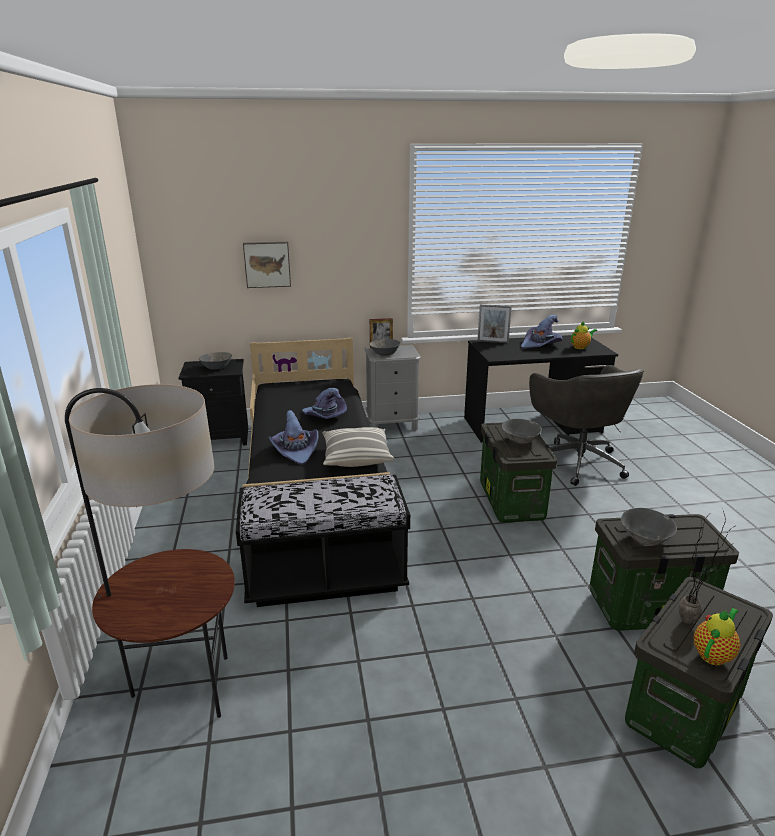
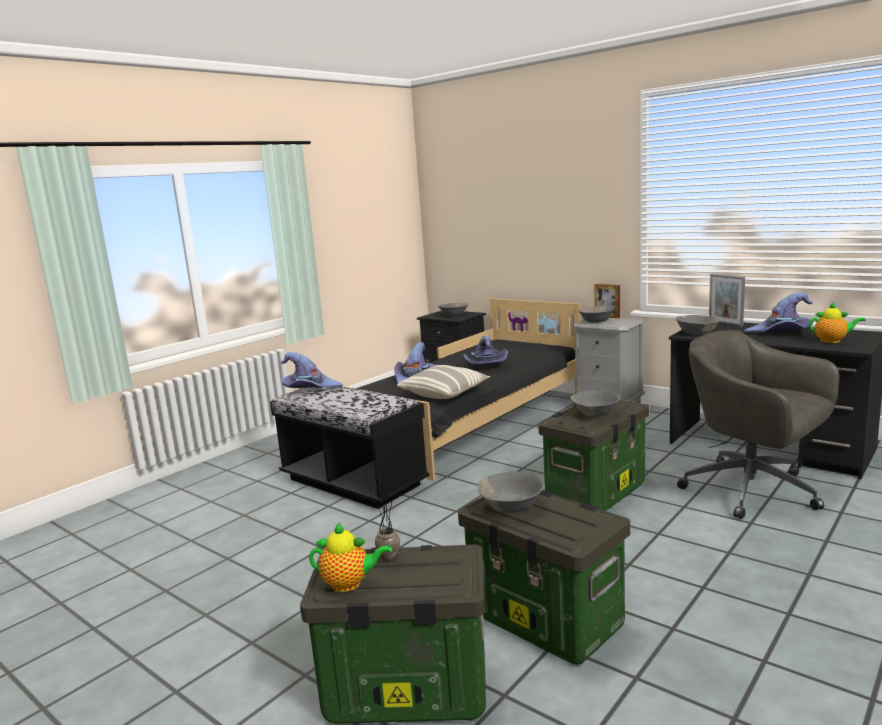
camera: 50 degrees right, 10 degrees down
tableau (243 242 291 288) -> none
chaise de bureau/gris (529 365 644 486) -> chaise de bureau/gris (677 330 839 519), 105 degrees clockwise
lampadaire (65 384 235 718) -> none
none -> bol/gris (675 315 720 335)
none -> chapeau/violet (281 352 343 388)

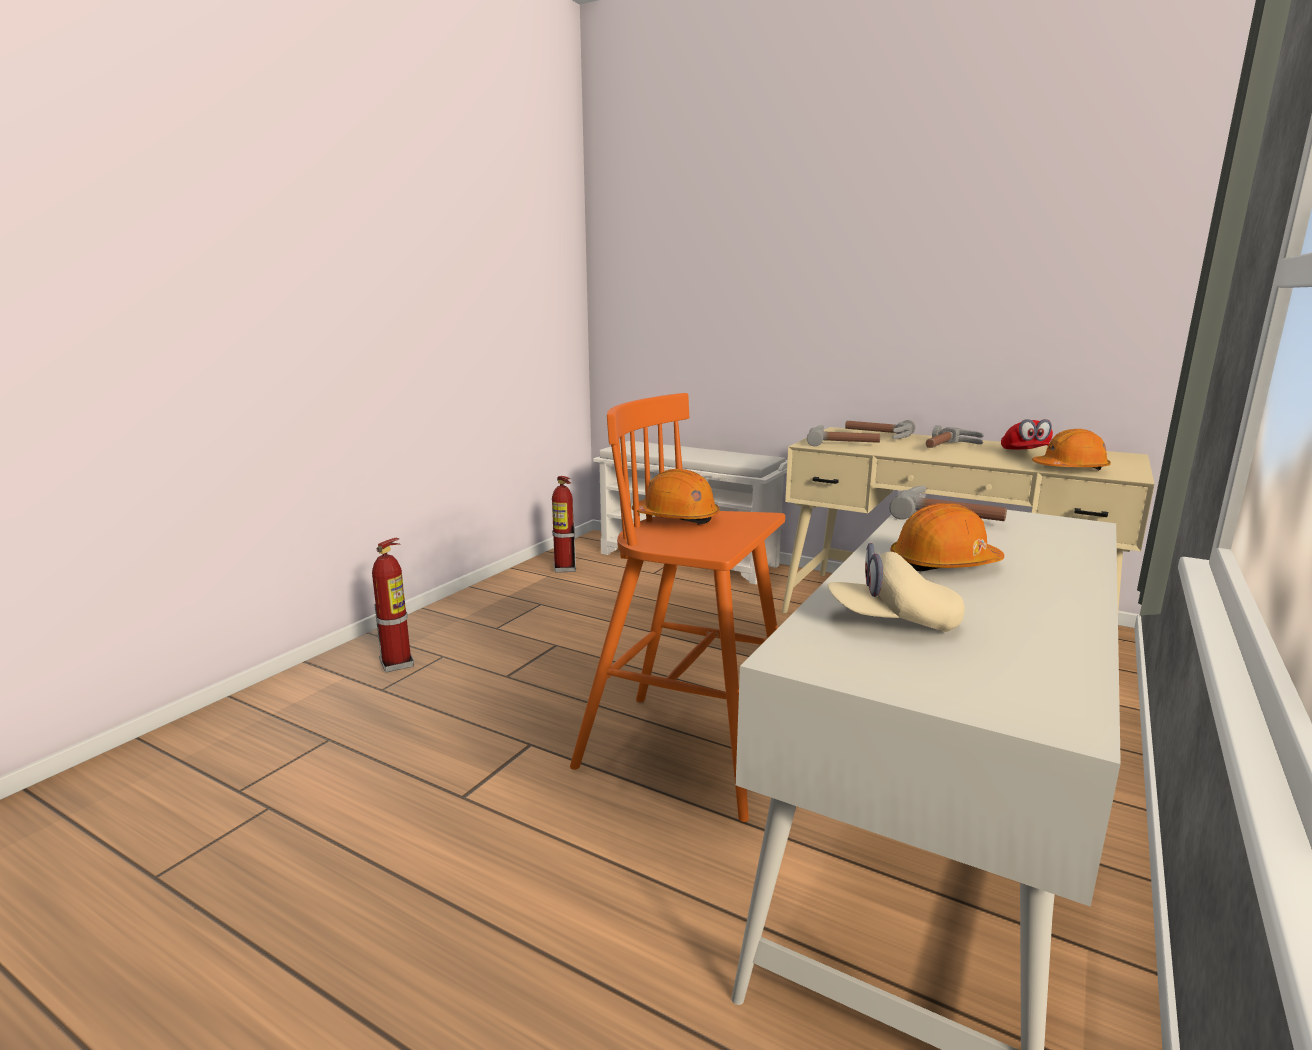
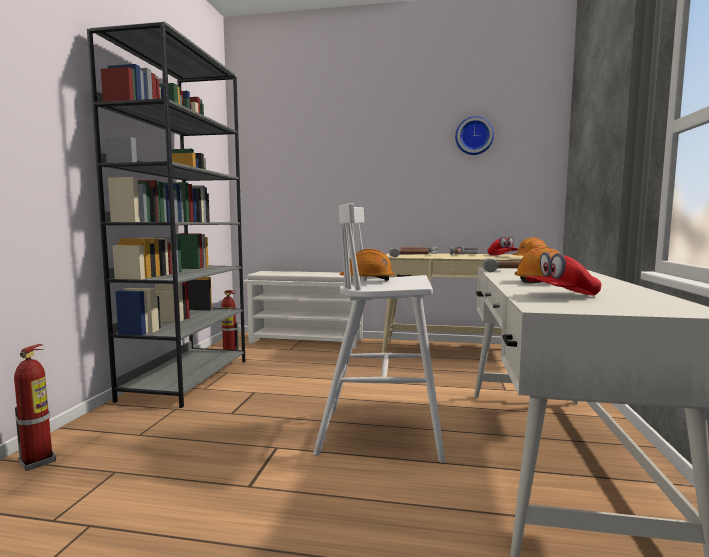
camera: 20 degrees left, 10 degrees down
tabouret/orange (570 393 785 822) -> tabouret/blanc (313 203 445 463)
extincteur (372 538 414 673) -> extincteur (14 344 56 471), relocated
casquette/beige (828 543 964 632) -> casquette/rouge (525 252 601 296)
none -> bibliothèque/gris (87 22 245 408)
none -> horloge murale (455 116 494 155)

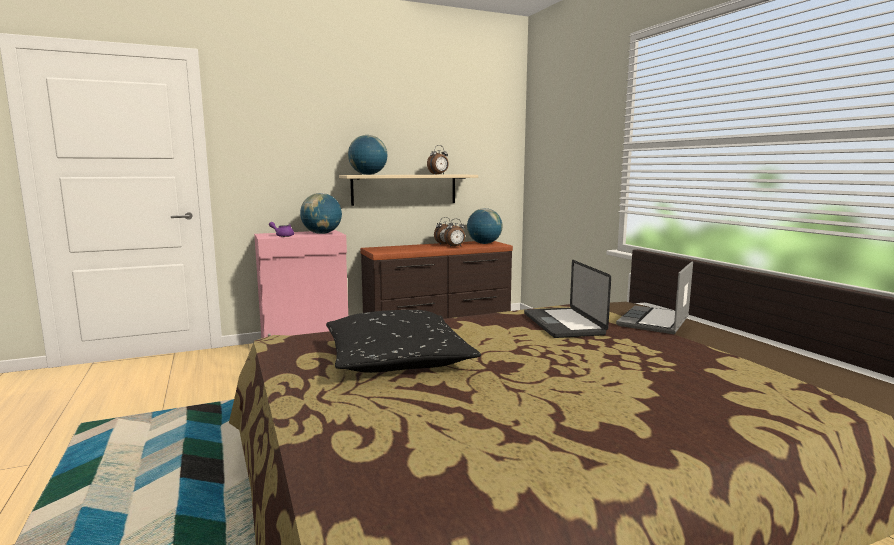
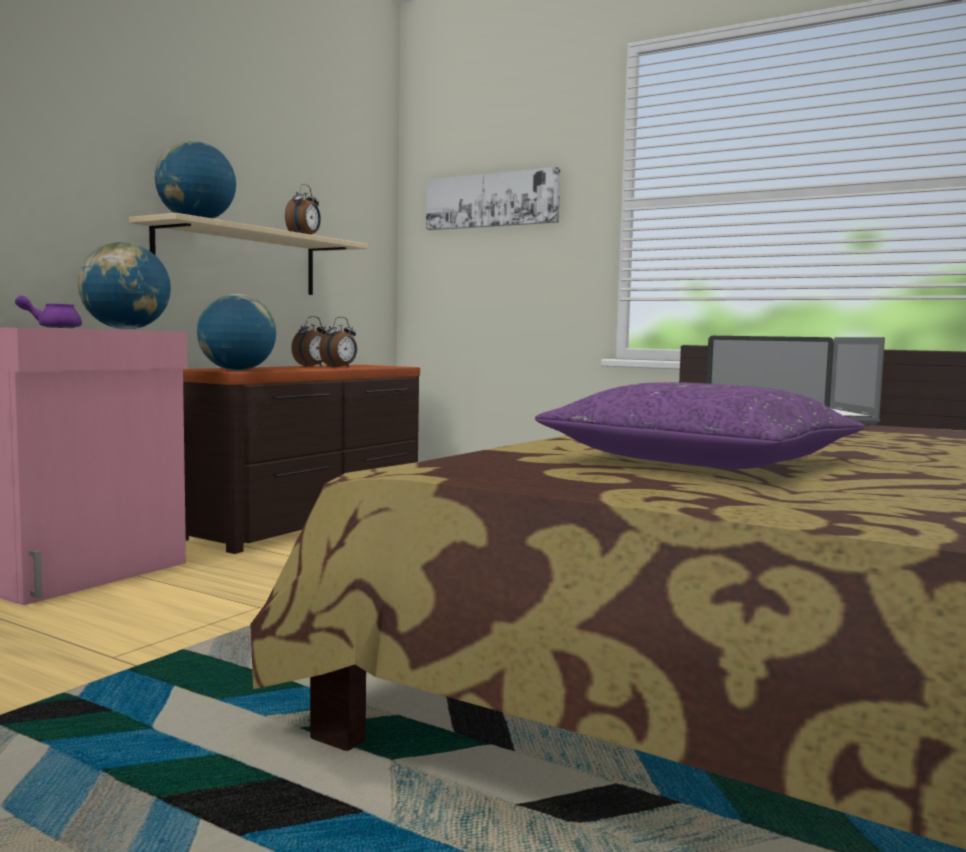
camera: 35 degrees left, 5 degrees down
globe (467 208 503 244) -> globe (197 294 276 371), relocated
coussin/noir (326 310 481 373) -> coussin/violet (535 382 865 469)
none -> tableau (426 167 561 230)

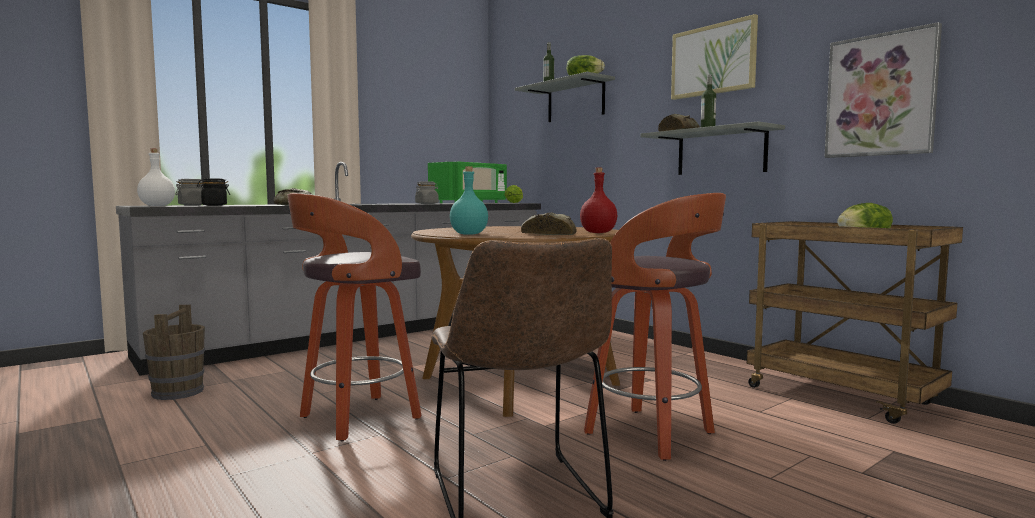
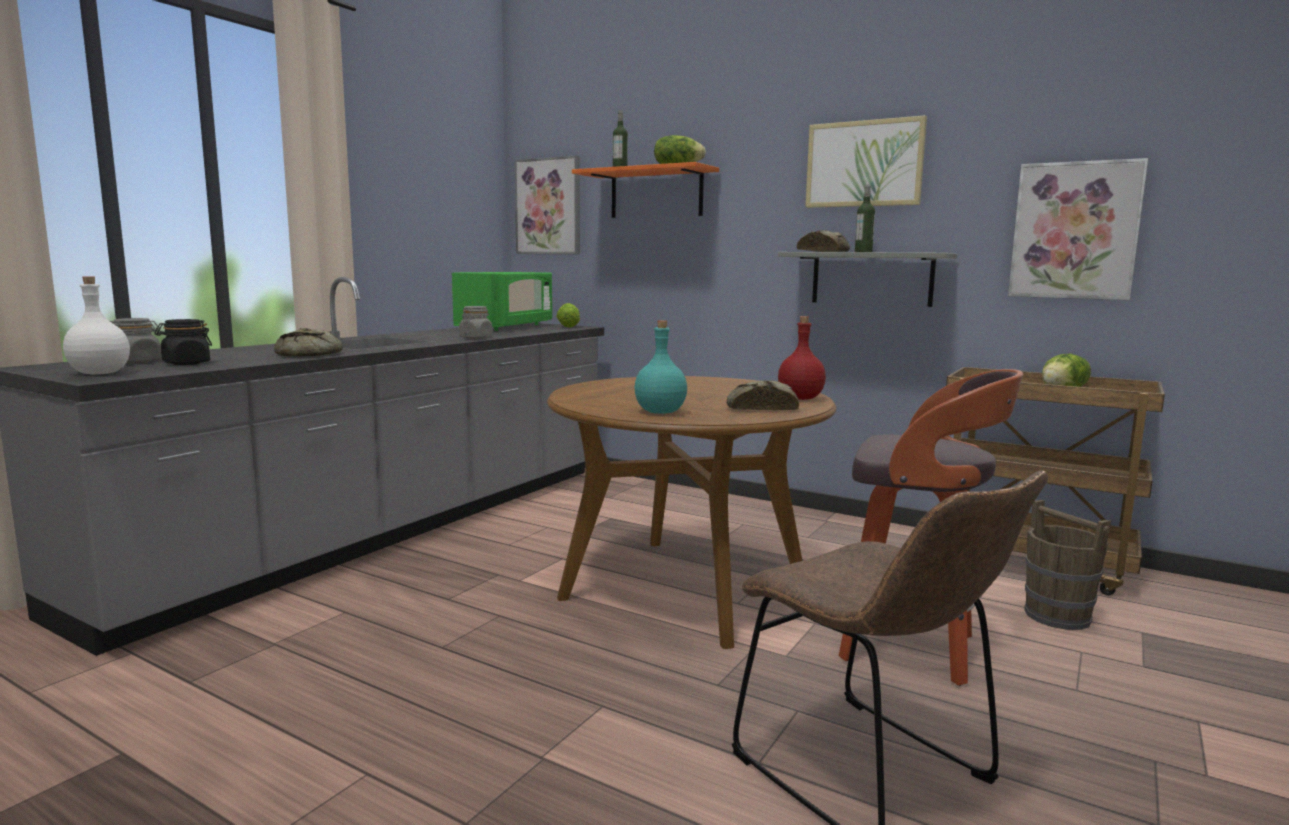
camera: 20 degrees left, 5 degrees up
étagère/gris (515 72 615 122) -> étagère/orange (572 162 719 218)
tabouret (287 193 421 441) -> none
seau/marron (143 304 205 400) -> seau/marron (1024 500 1111 630), relocated
none -> tableau (515 156 580 255)

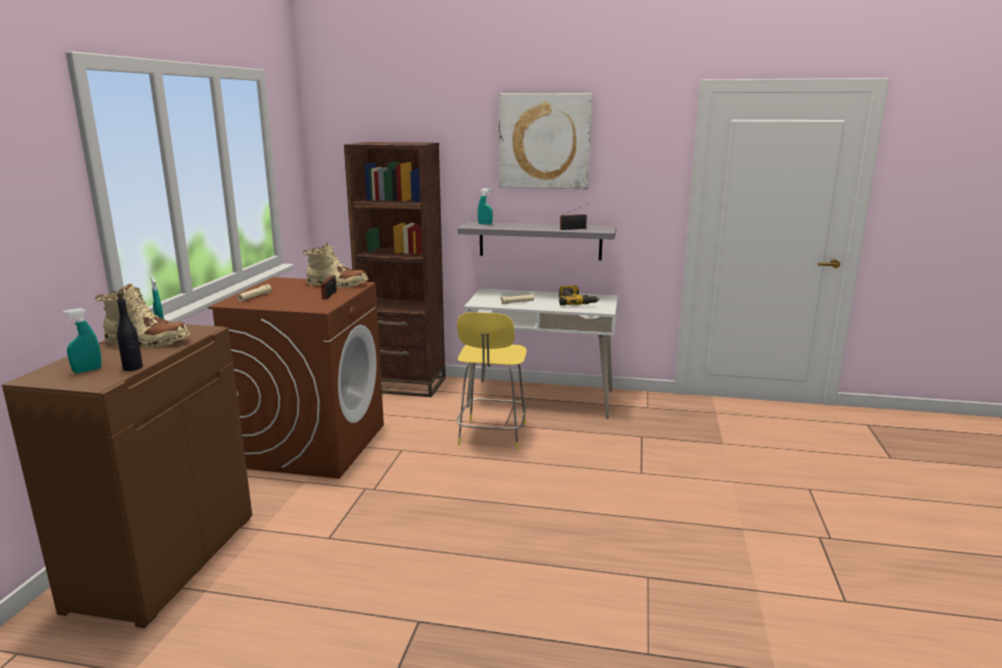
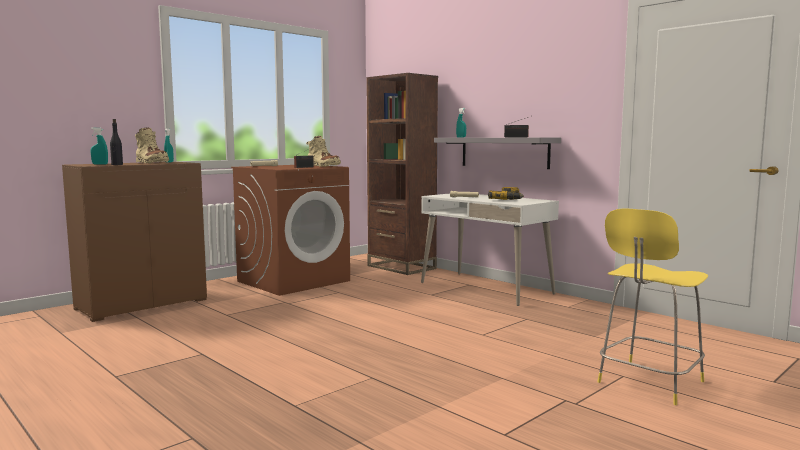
camera: 35 degrees right, 10 degrees down
tableau (499 93 592 190) -> none
tabouret/jaune (456 312 527 450) -> tabouret/jaune (598 208 708 405), relocated

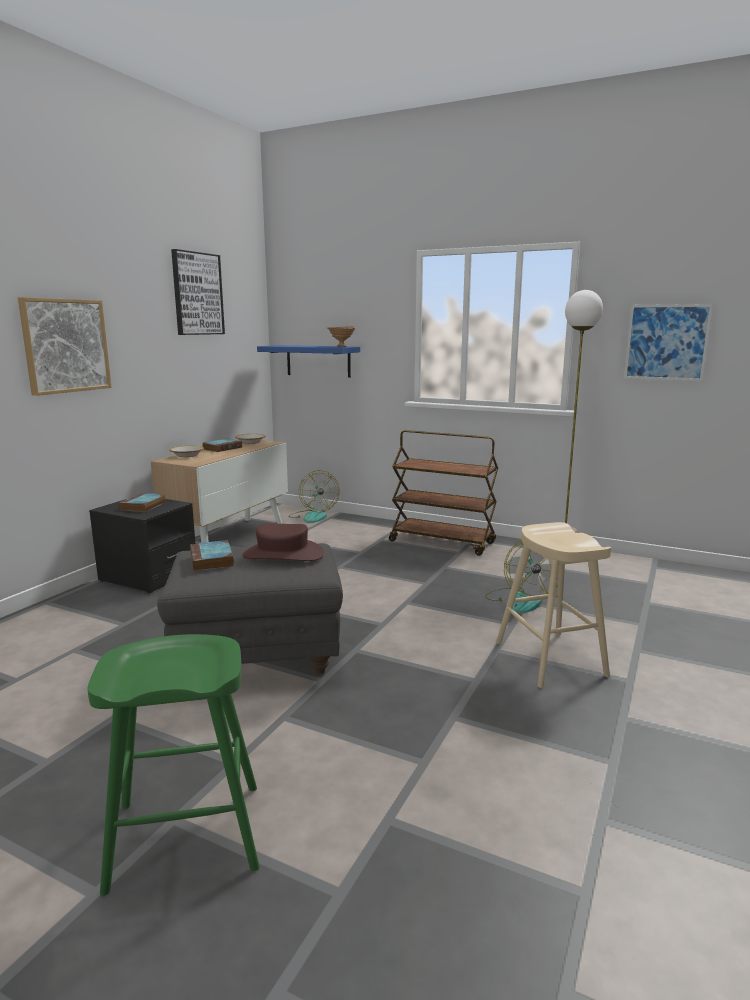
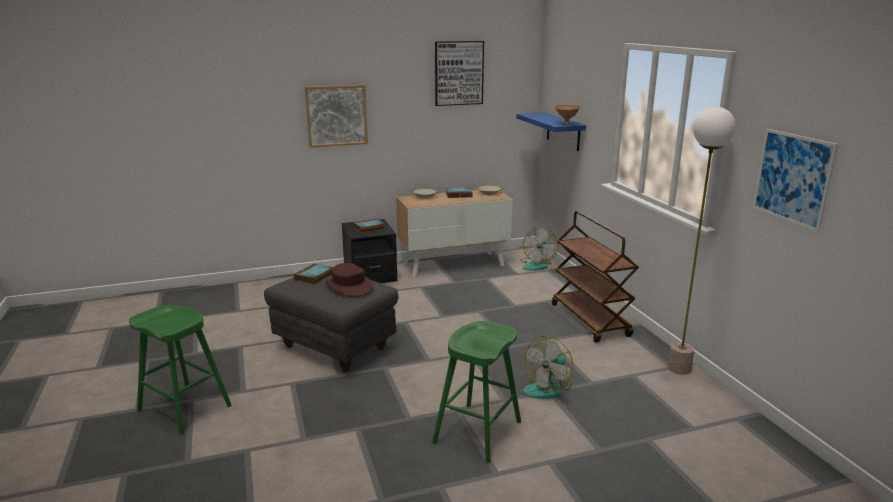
camera: 45 degrees right, 5 degrees up
tabouret/beige (496 522 611 688) -> tabouret/vert (432 321 521 464)

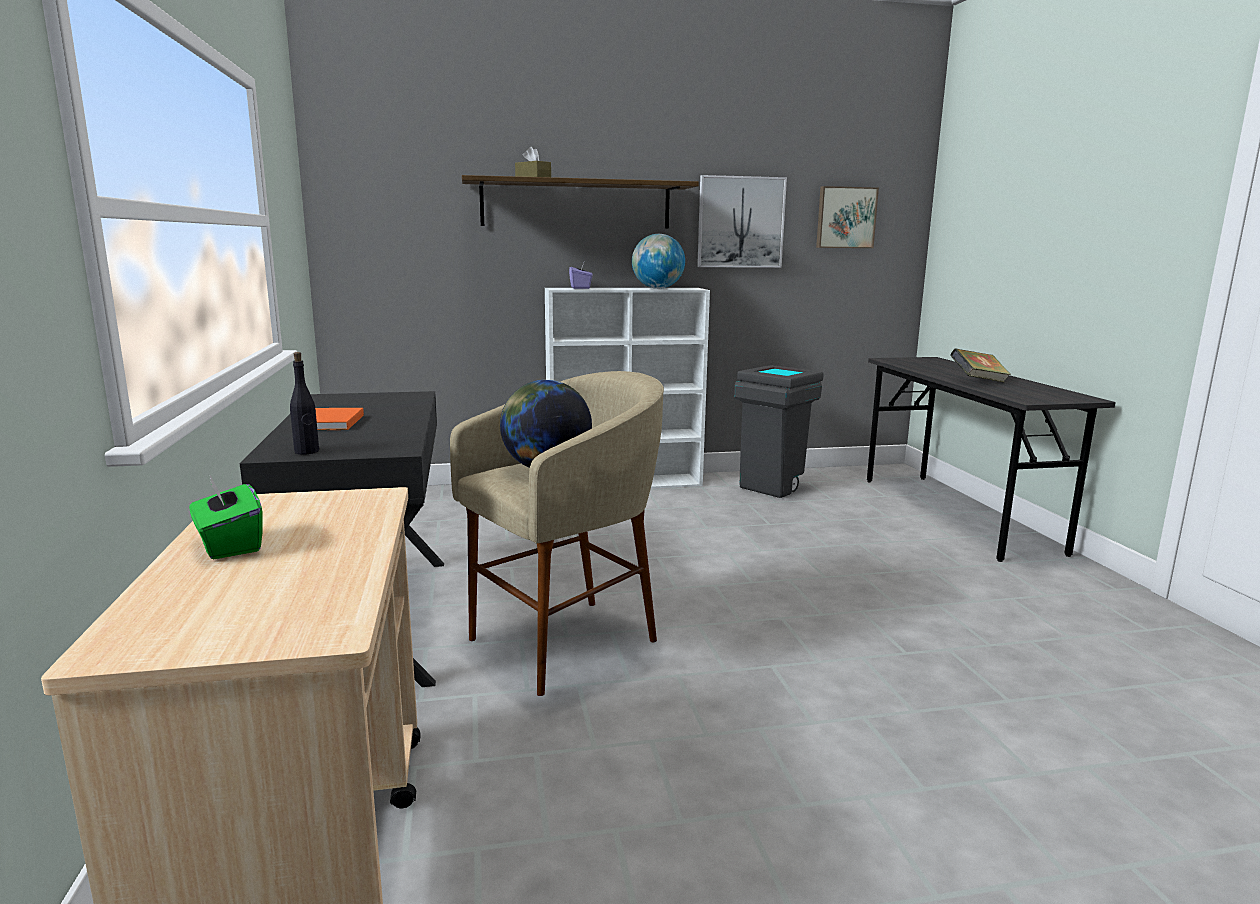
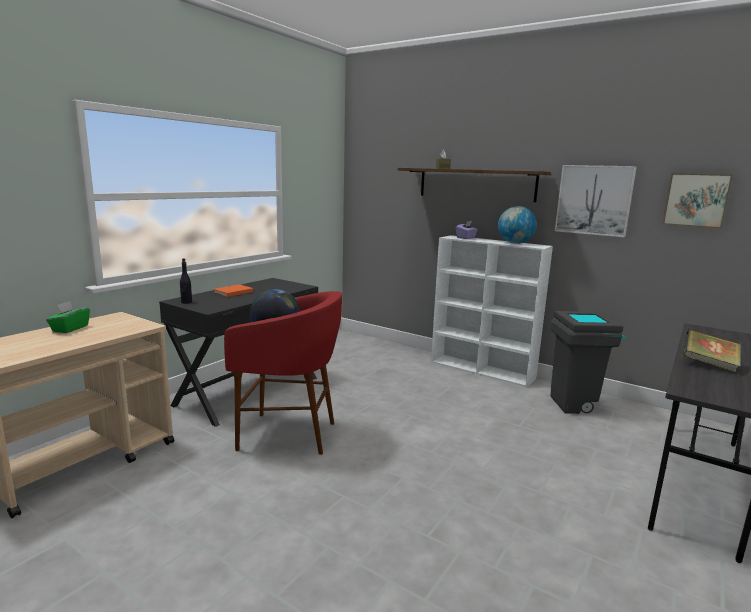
camera: 45 degrees right, 0 degrees up
tabouret/beige (450 371 664 696) -> tabouret/rouge (224 291 342 455)

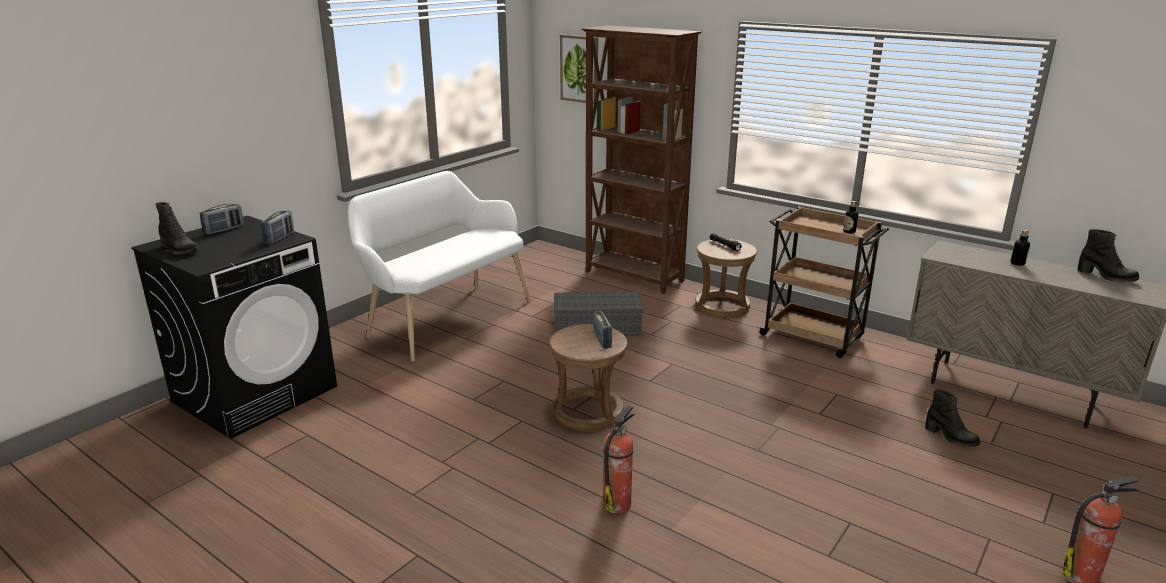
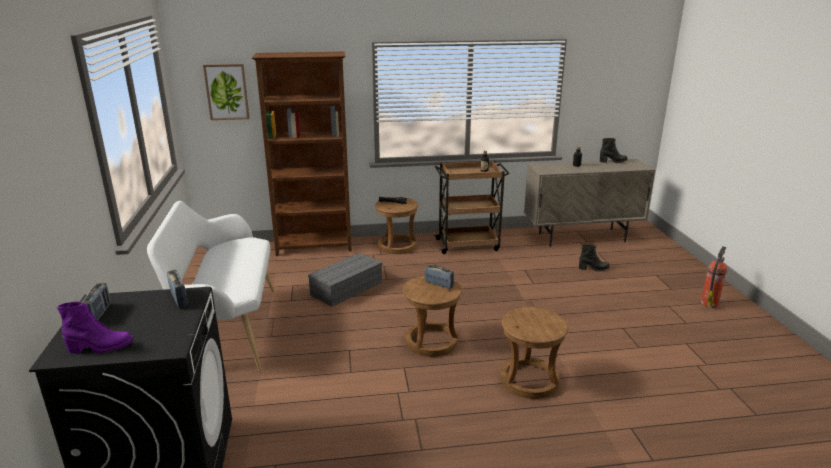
camera: 45 degrees left, 0 degrees up
botte/noir (156 202 199 255) -> botte/violet (57 301 133 354)
extincteur (603 405 635 514) -> tabouret/marron (501 307 568 399)

